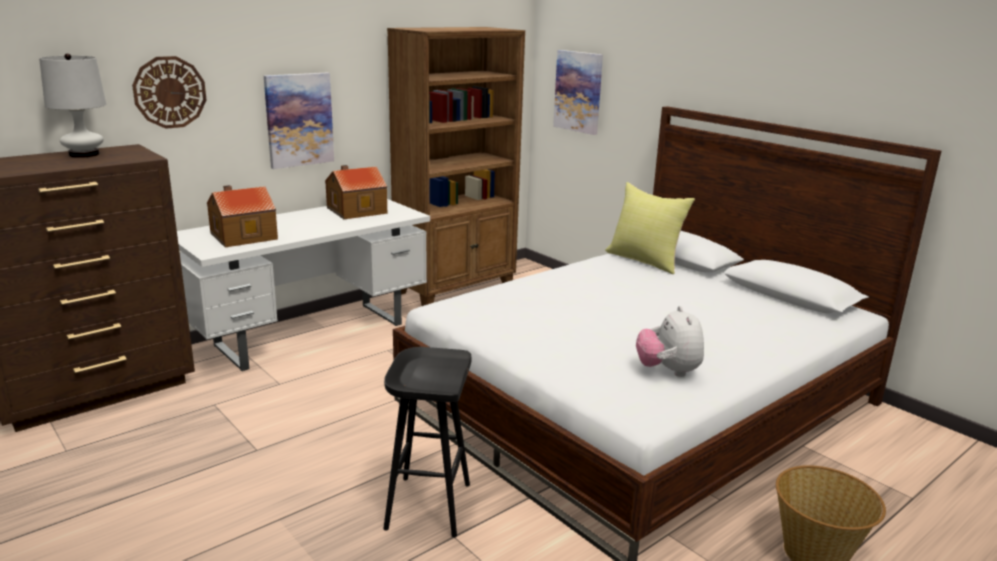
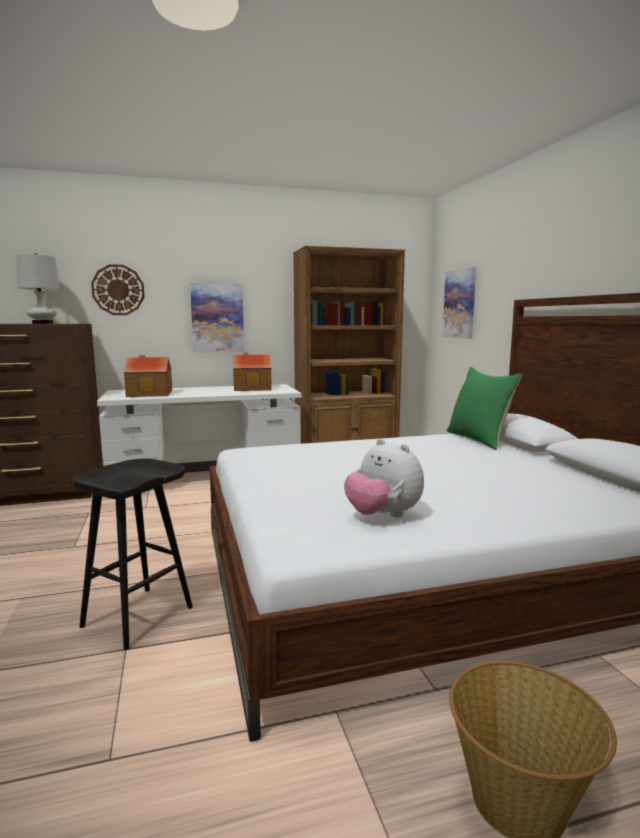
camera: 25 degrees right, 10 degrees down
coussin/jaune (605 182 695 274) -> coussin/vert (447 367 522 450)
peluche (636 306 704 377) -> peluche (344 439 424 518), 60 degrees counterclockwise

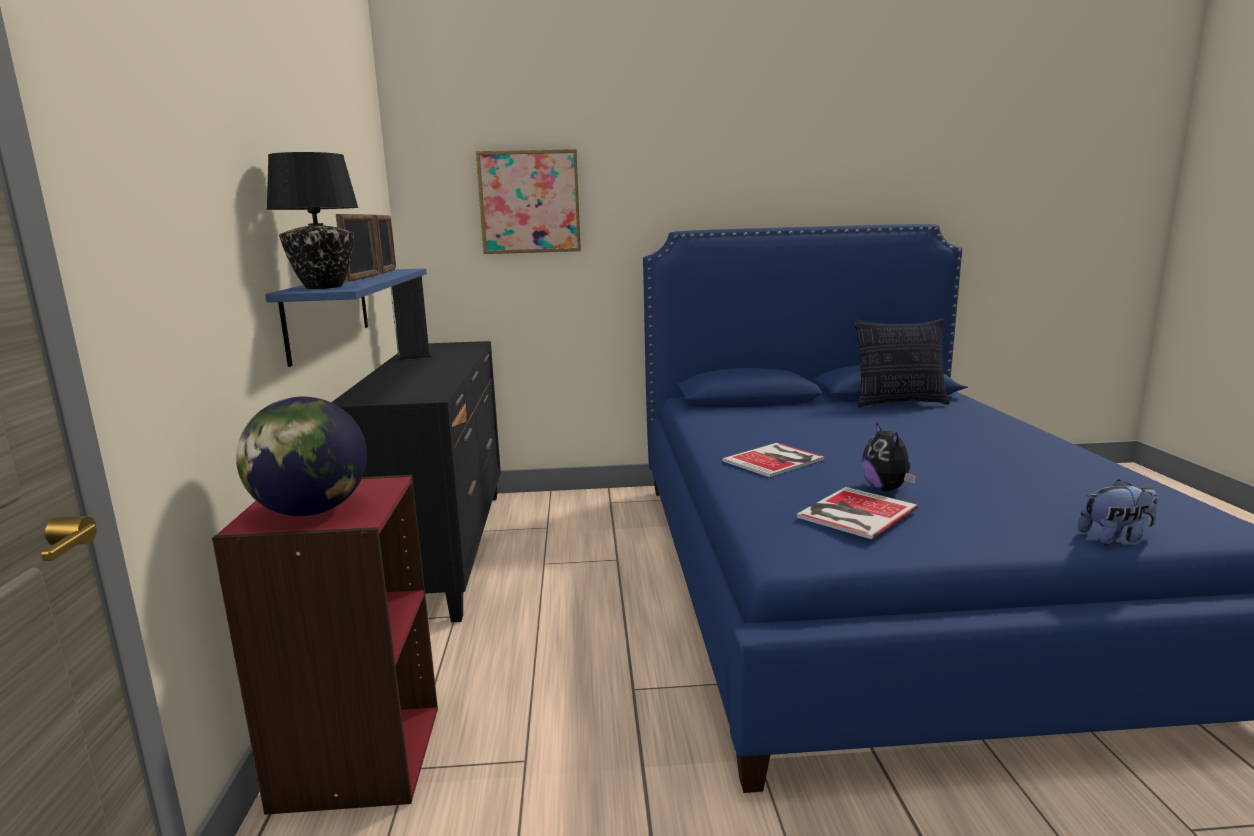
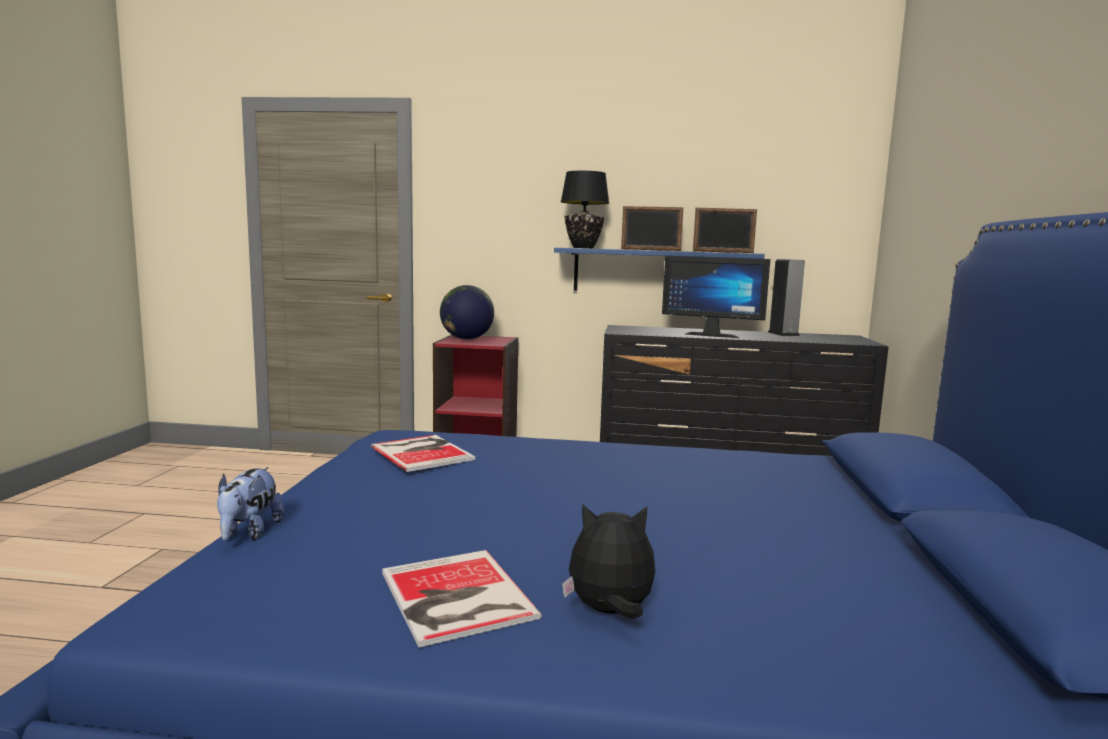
camera: 100 degrees right, 5 degrees down
tableau (476 149 581 254) -> none
coussin (855 318 950 408) -> none
peluche (862 422 916 491) -> peluche (562 504 655 619), relocated
livre (722 443 824 477) -> livre (382 550 542 648), relocated
none -> écran d'ordinateur (662 256 770 338)

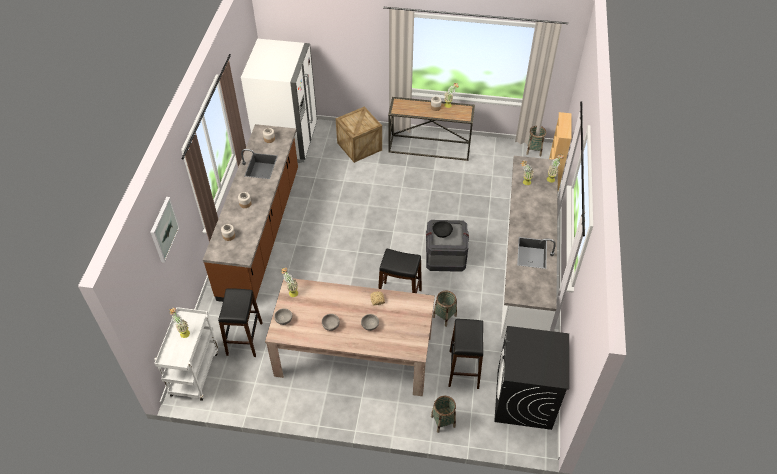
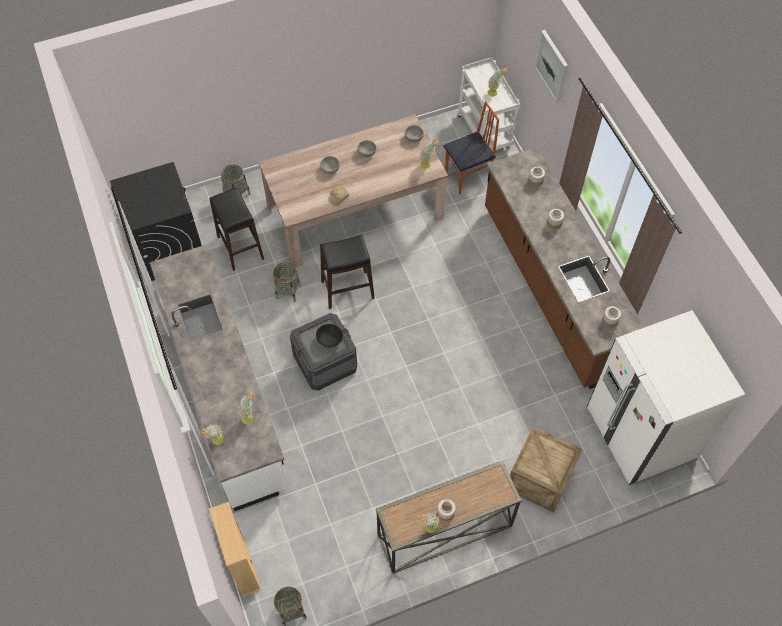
camera: 150 degrees right, 10 degrees up
tabouret/noir (218 289 263 357) -> chaise (443 101 499 194)

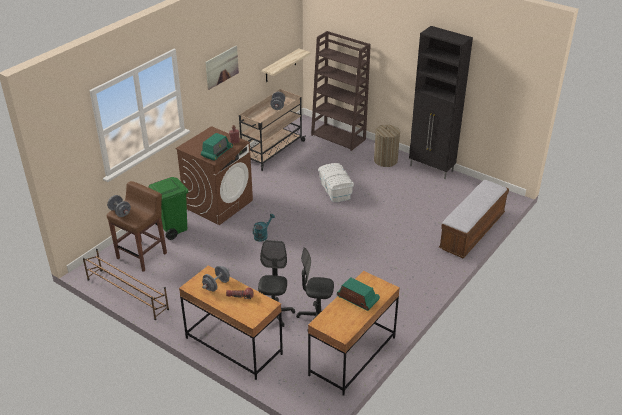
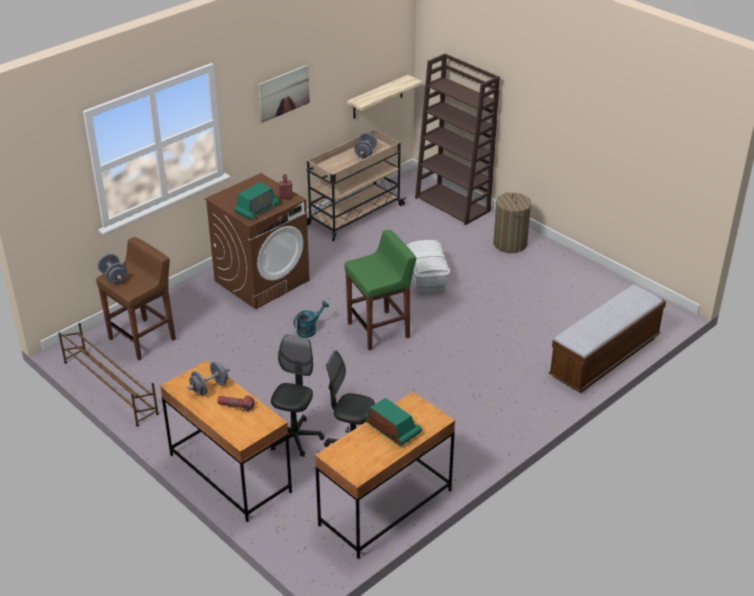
camera: 10 degrees right, 0 degrees up
meuble de rangement/noir (409 26 473 179) -> none
poubelle/vert (148 177 188 240) -> none
none -> tabouret/vert (344 230 416 350)

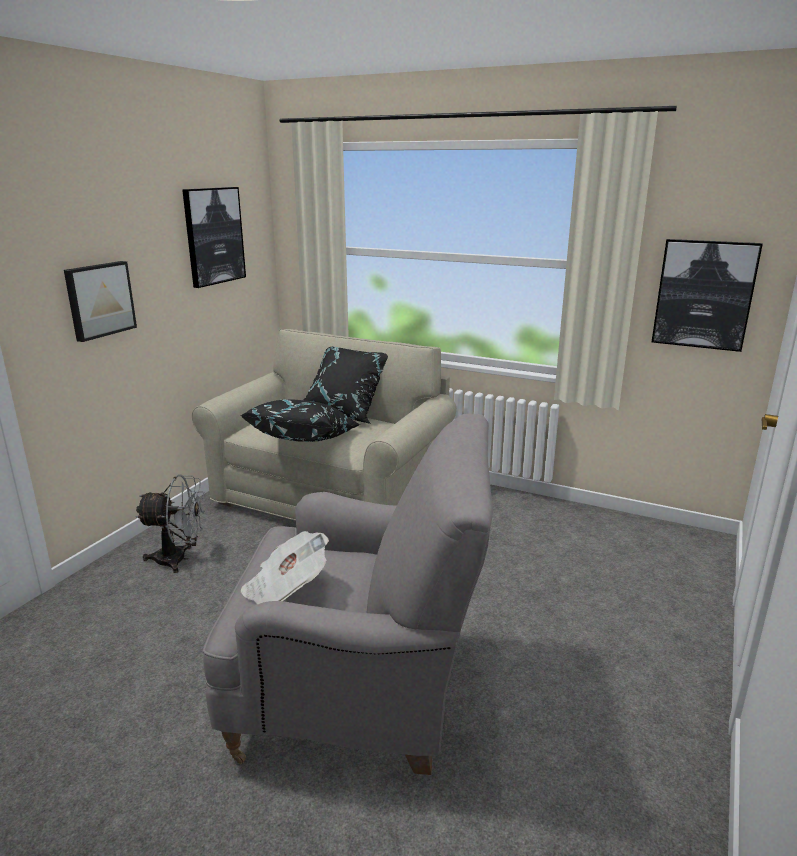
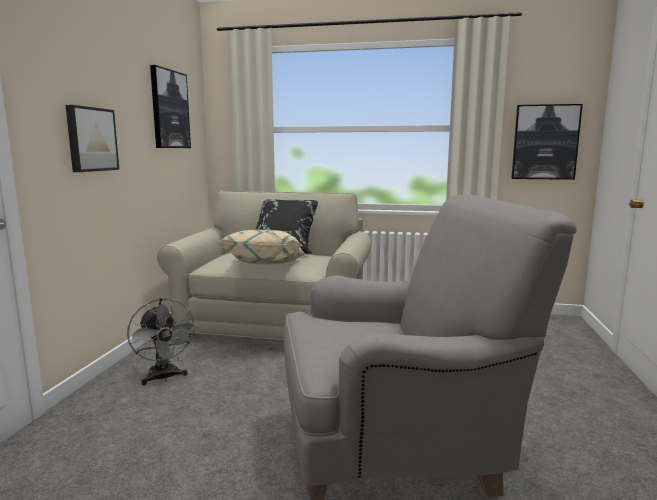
camera: 15 degrees left, 10 degrees down
coussin/noir (240 400 360 442) -> coussin/beige (216 230 306 264)
ventilateur/gris (136 474 205 573) -> ventilateur/gris (127 298 197 385), 75 degrees clockwise
journal (241 531 329 605) -> none

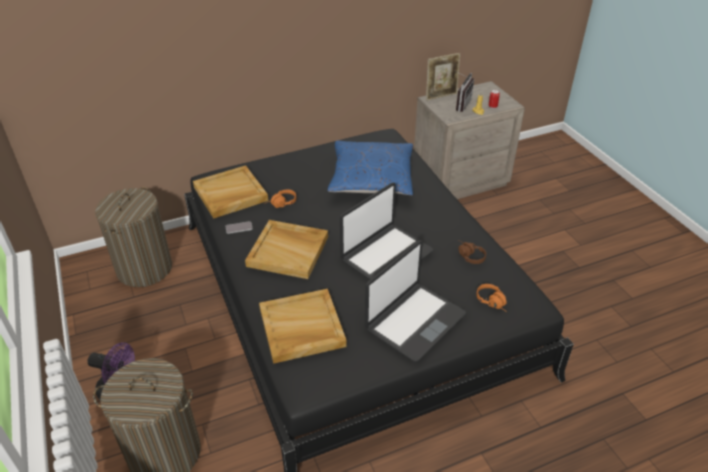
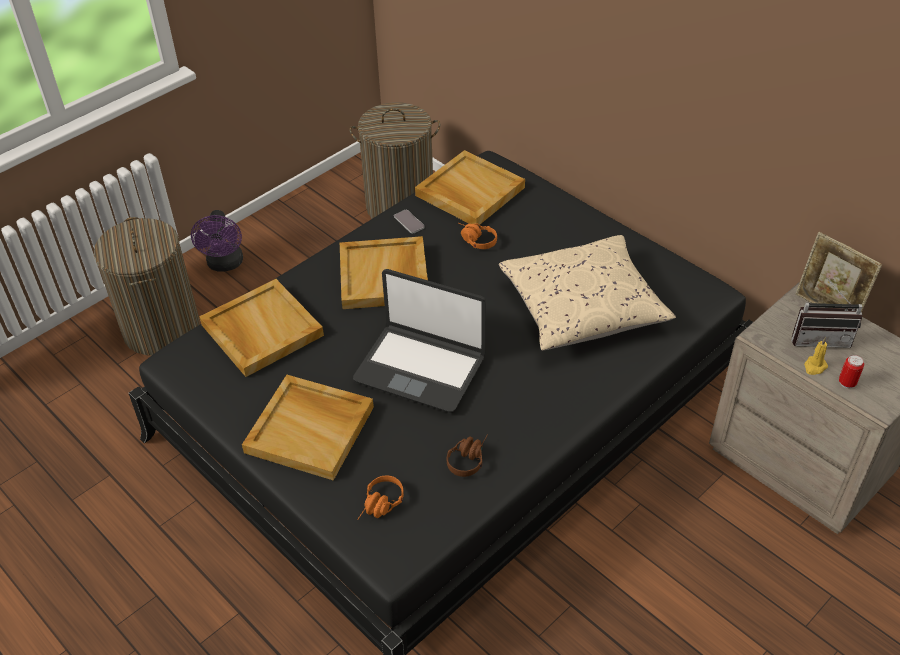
camera: 70 degrees right, 5 degrees up
coussin/bleu (328 141 413 195) -> coussin/beige (499 235 676 351)
ordinateur portable (365 240 466 362) -> plateau/beige (242 375 374 481)

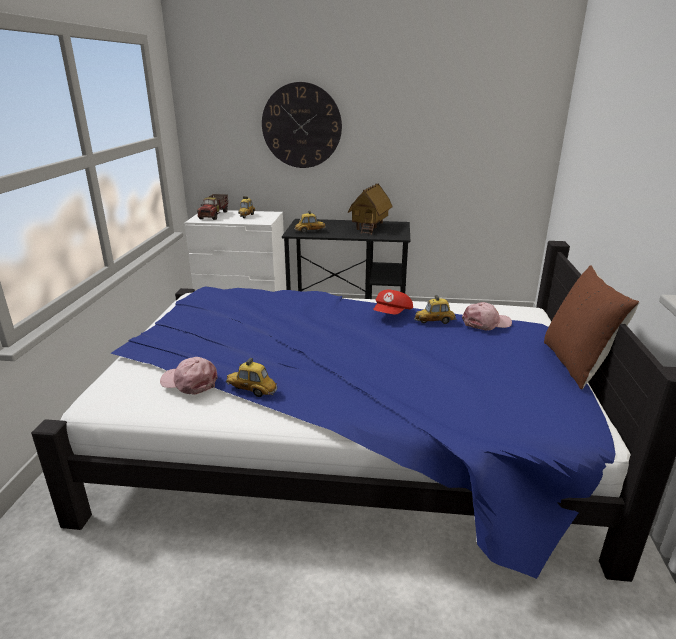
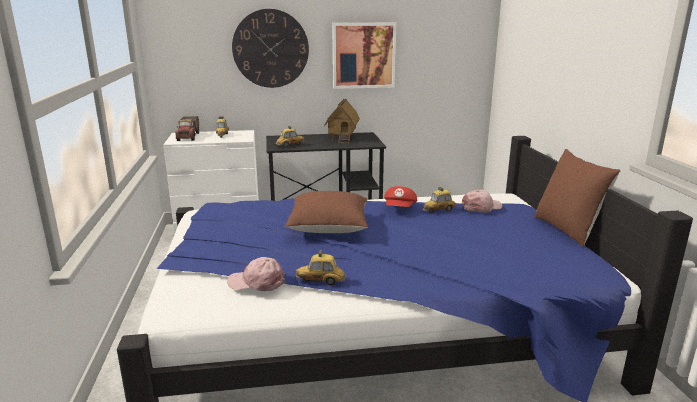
camera: 15 degrees left, 5 degrees down
none -> tableau (332 23 396 89)
none -> coussin/marron (285 191 368 233)

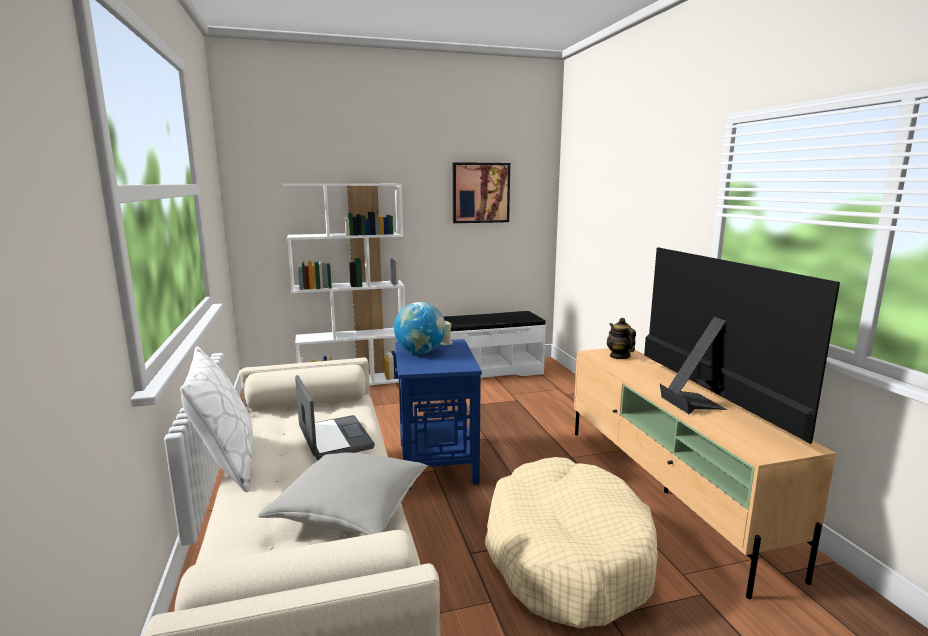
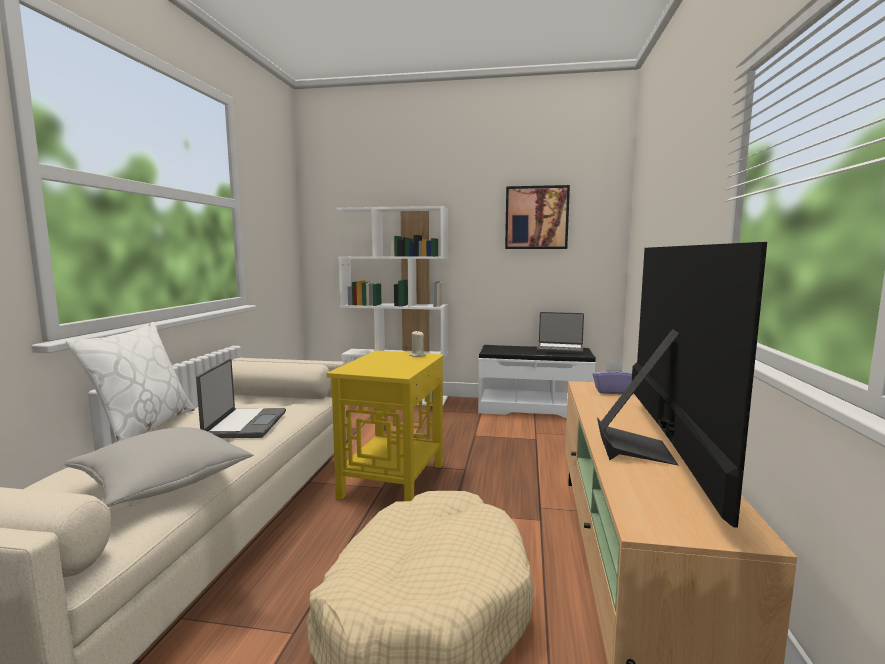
camera: 25 degrees right, 5 degrees down
globe (394 302 446 354) -> none
théière (607 318 636 359) -> boîte à mouchoirs/violet (592 361 632 394)
table d'appoint/bleu (395 339 482 490) -> table d'appoint/jaune (327 350 444 501)
none -> ordinateur portable (537 312 584 354)

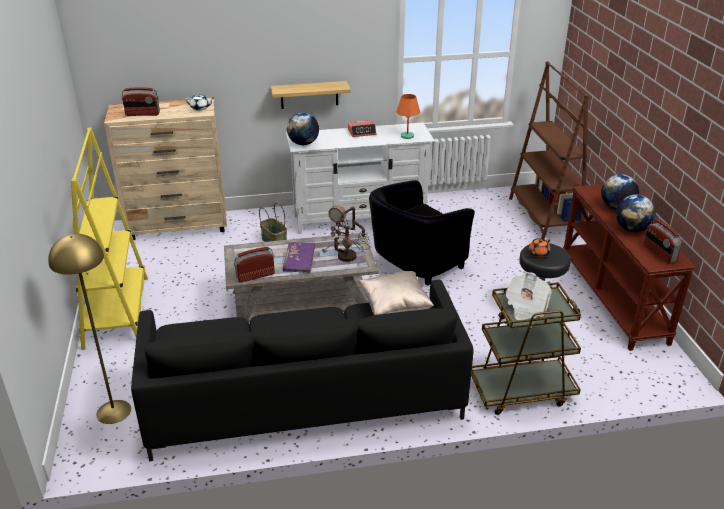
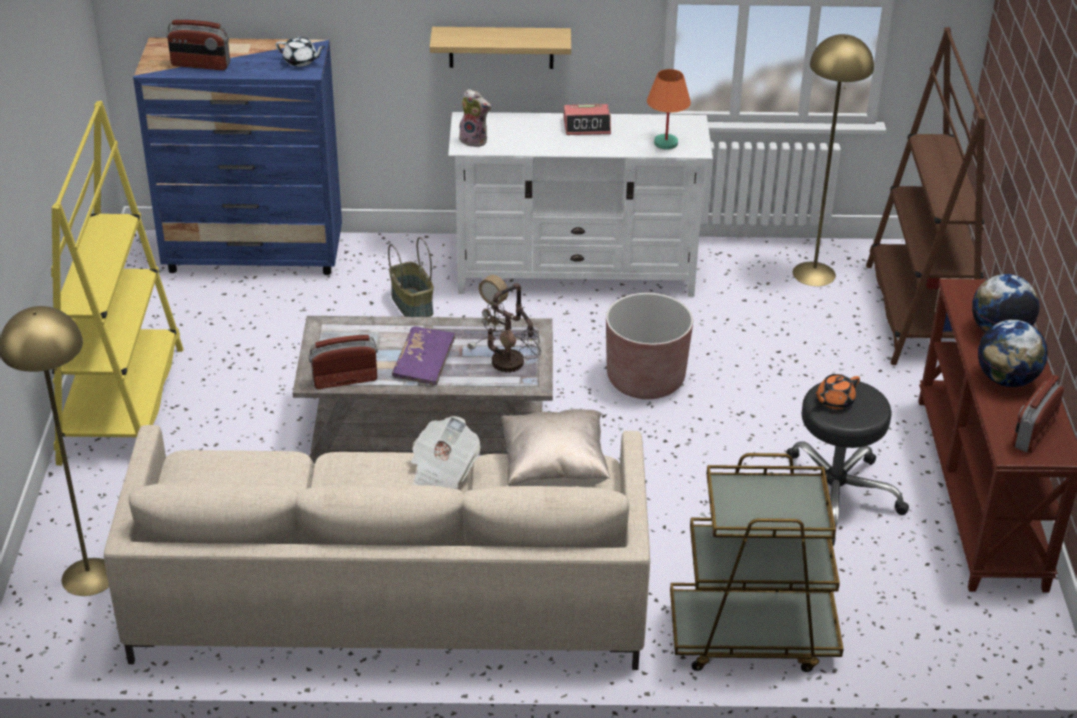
camera: 10 degrees right, 5 degrees up
commode/beige (104 98 227 240) -> commode/bleu (133 38 342 275)
globe (287 113 319 145) -> peluche (458 89 491 147)
fauteuil/noir (369 180 475 286) -> cache-pot/marron (606 293 693 399)
radio (644 219 682 264) -> radio (1012 375 1064 453), 45 degrees clockwise
journal (505 272 552 320) -> journal (411 416 480 489), relocated
canapé/noir (131 280 474 461) -> canapé/beige (104 425 650 670)
none -> lampadaire/jaune (793 34 874 286)

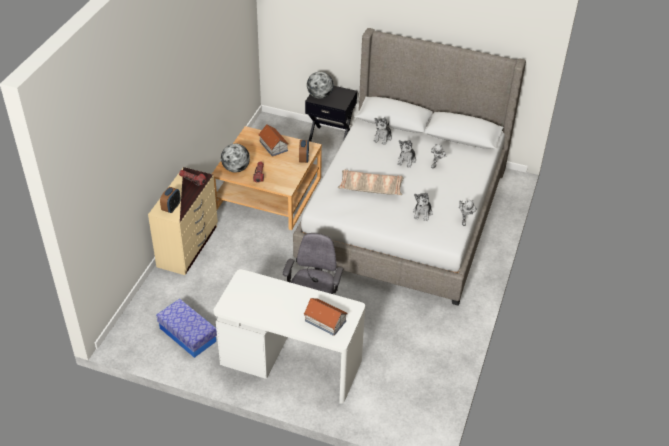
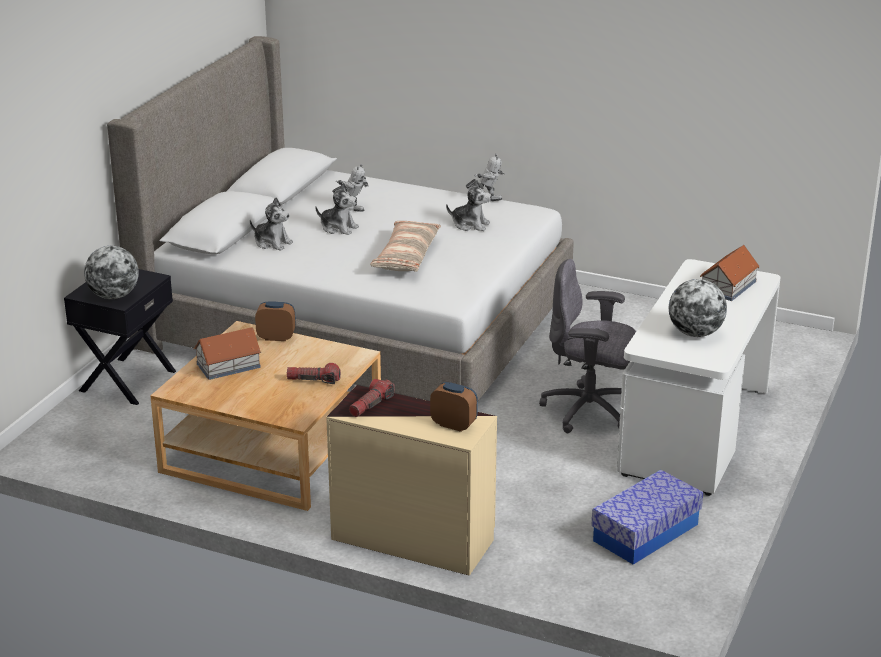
camera: 85 degrees left, 15 degrees down
globe (221 143 250 173) -> globe (669 279 727 337), relocated

